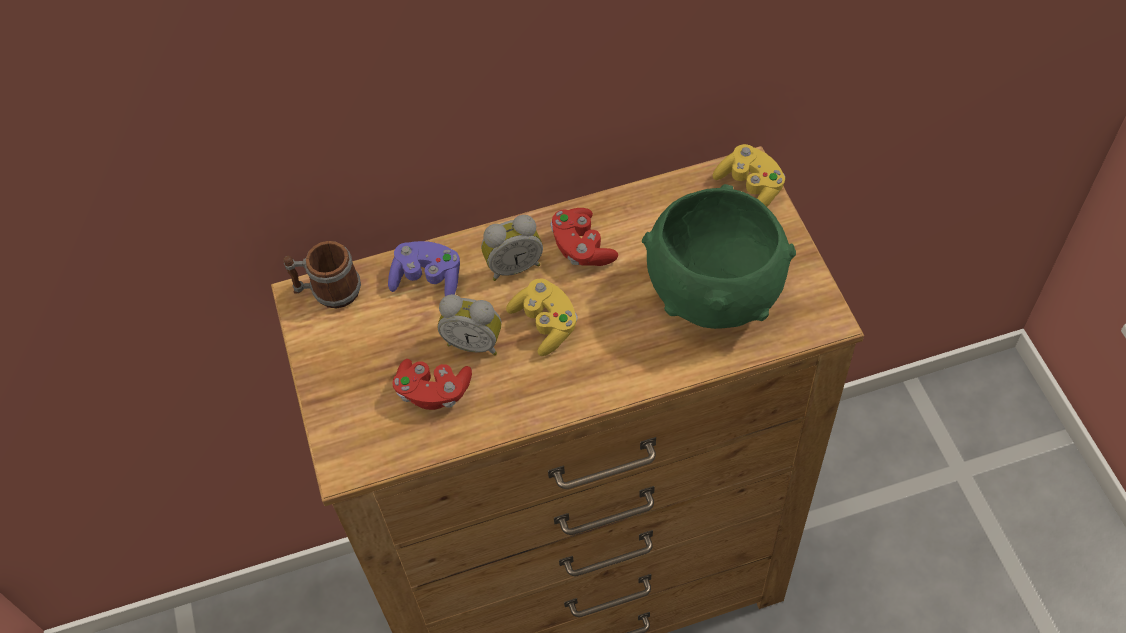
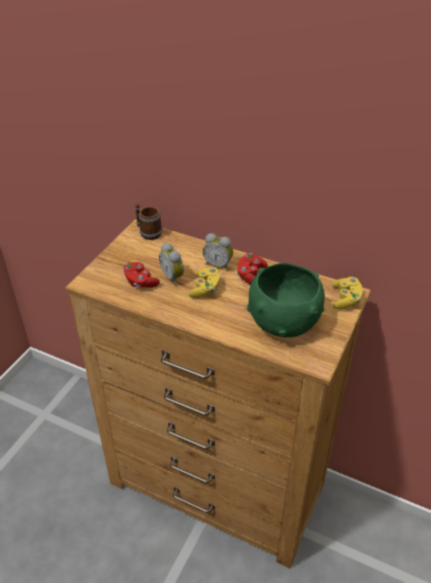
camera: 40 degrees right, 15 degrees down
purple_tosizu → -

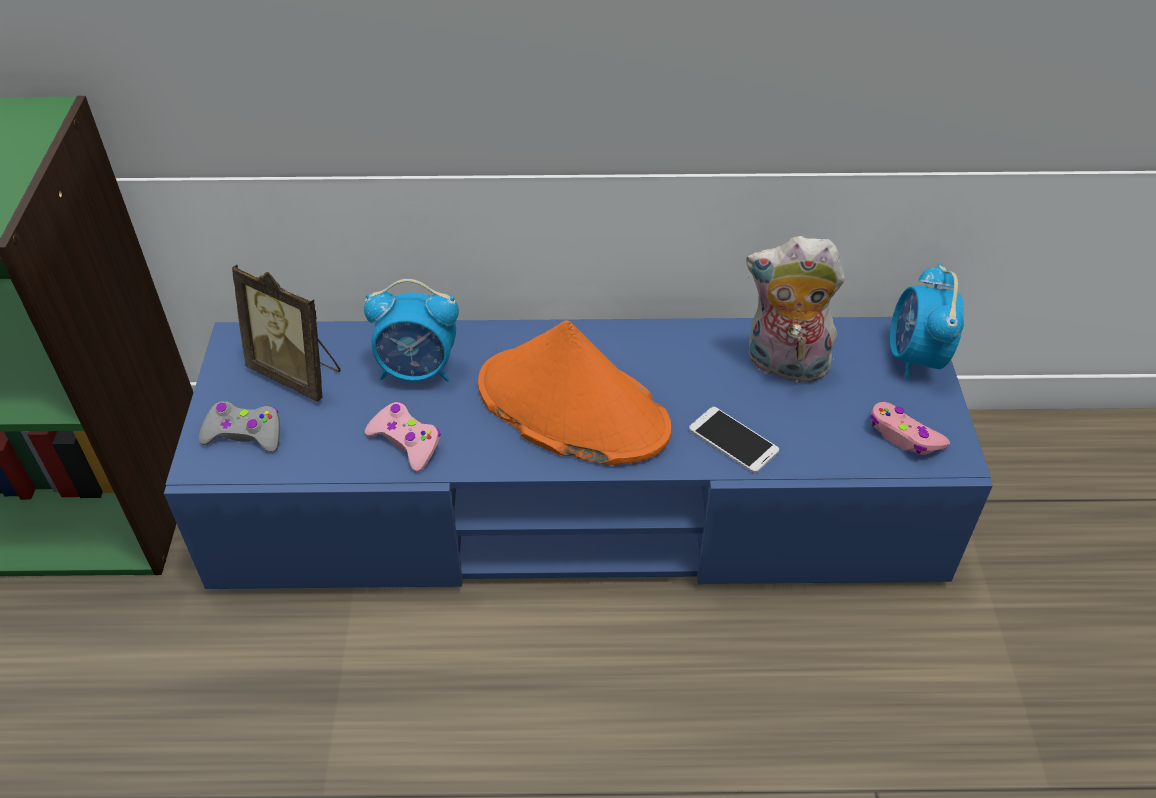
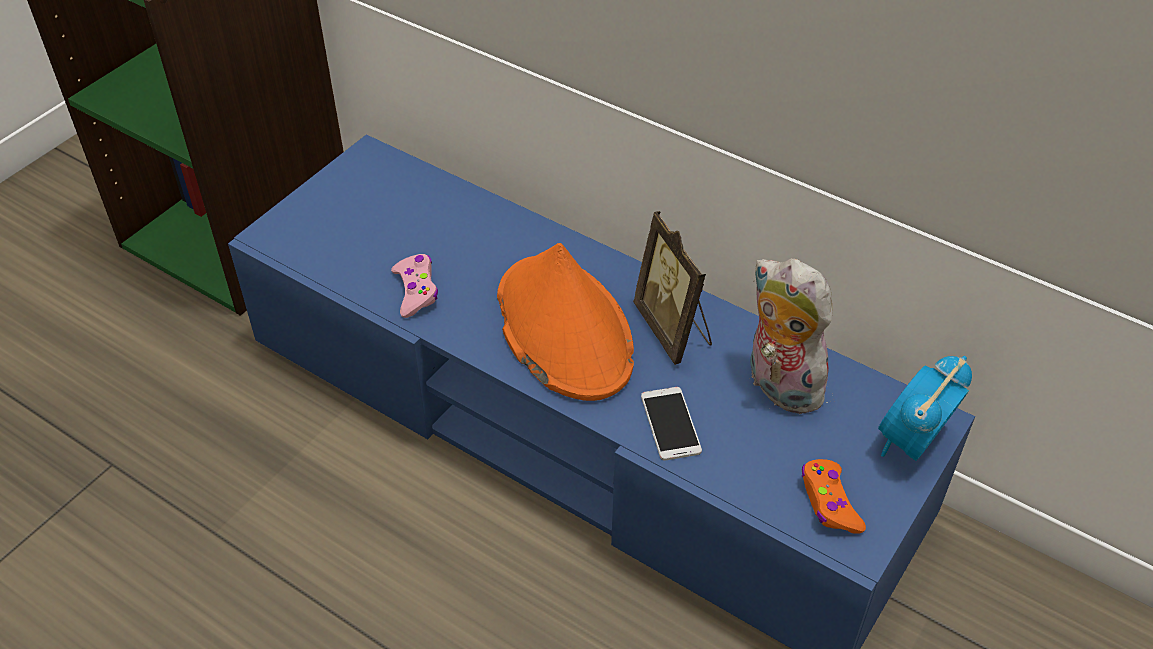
camera: 35 degrees right, 0 degrees up
grey_tosizu → -
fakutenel (no. 1 from left) → -
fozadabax, relocated
pink_tosizu (no. 2 from left) → orange_tosizu

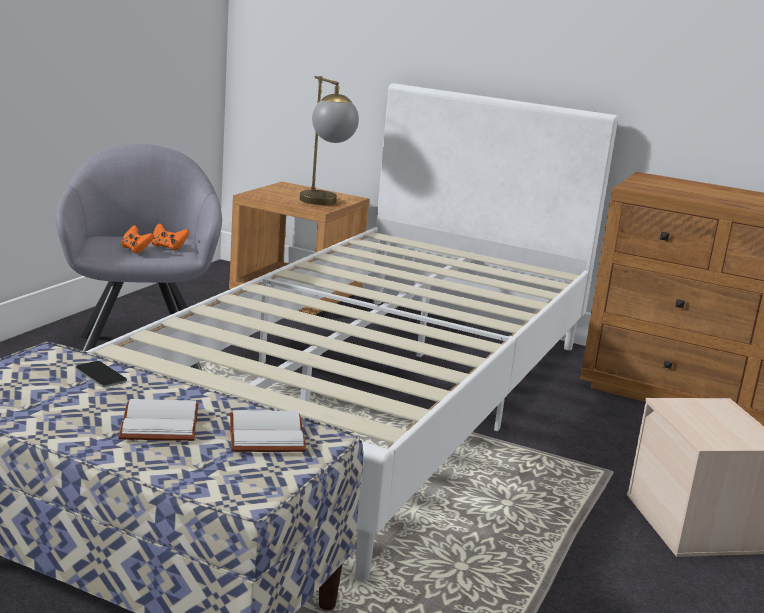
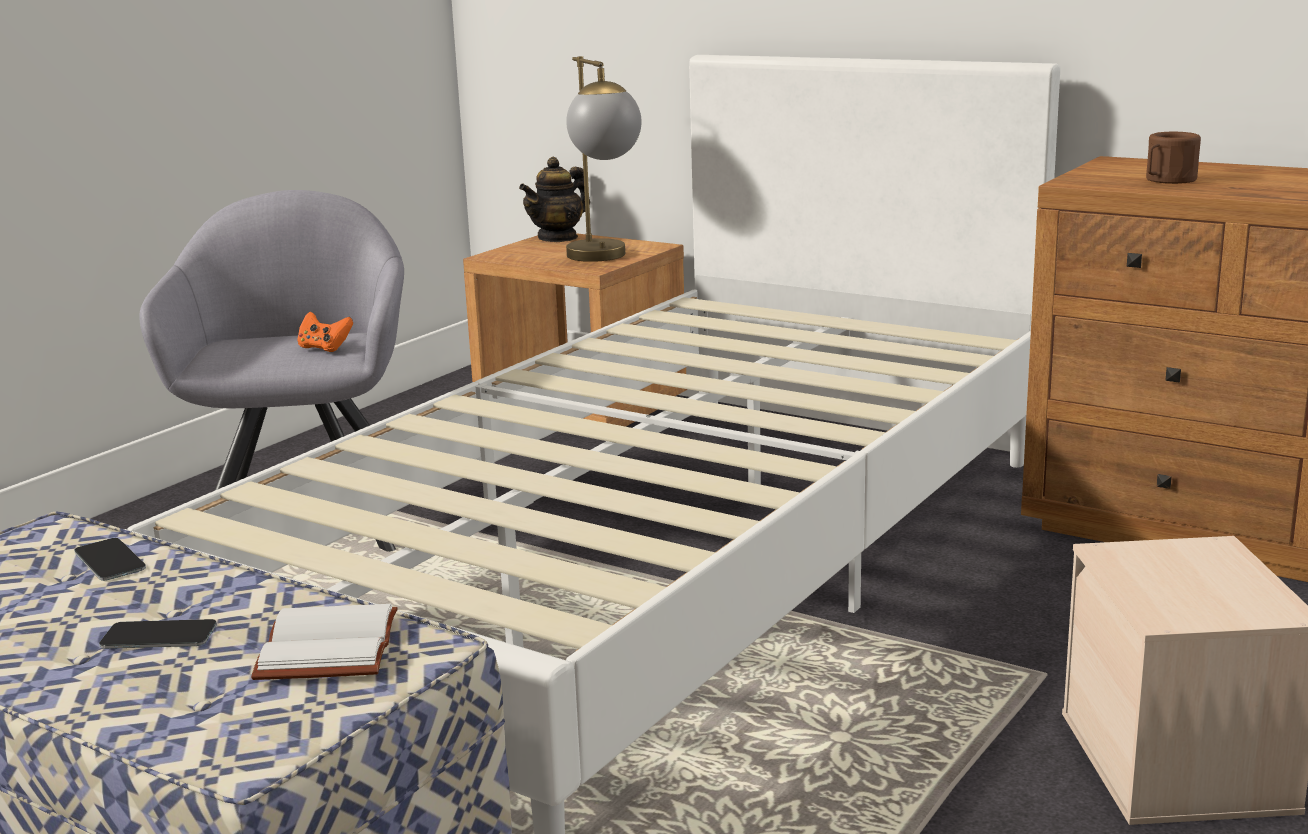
camera: 10 degrees right, 0 degrees up
orange_tosizu (no. 1 from left) → -
- → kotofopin
- → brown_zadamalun
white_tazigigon (no. 1 from left) → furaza (no. 2 from left)

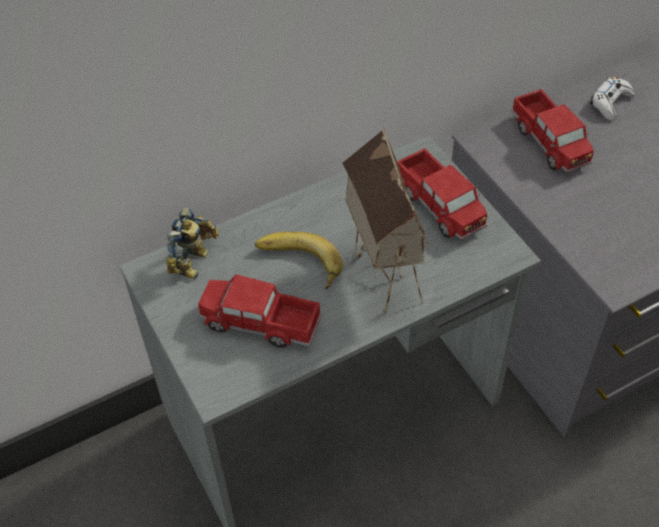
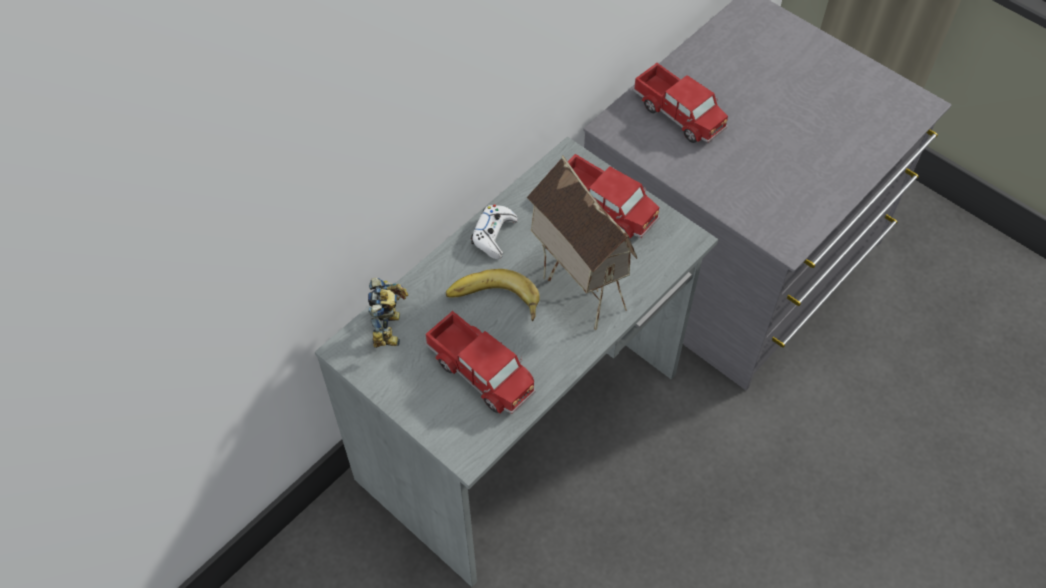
camera: 20 degrees left, 5 degrees up
white_tosizu, relocated
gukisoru (no. 1 from left), 135 degrees counterclockwise

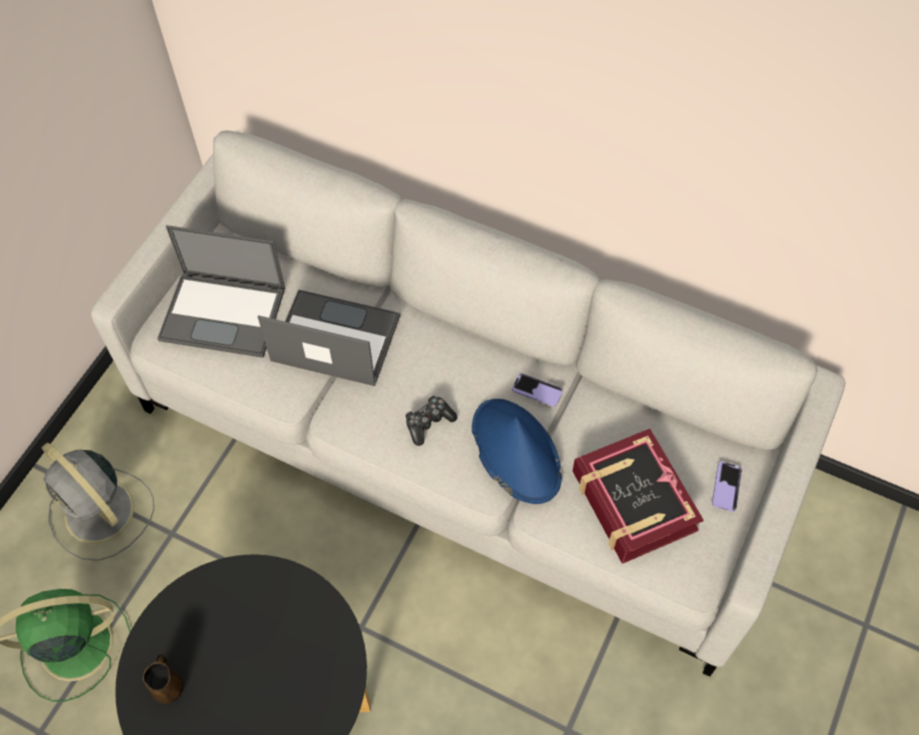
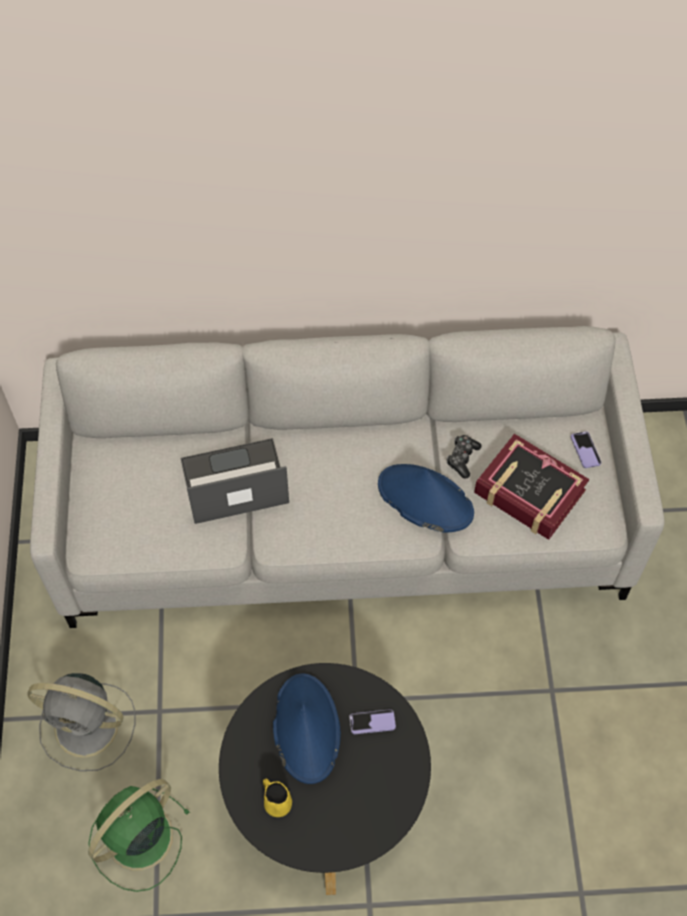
camera: 30 degrees left, 0 degrees up
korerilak (no. 1 from left) → -
- → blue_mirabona (no. 1 from left)
tosizu, relocated
furaza (no. 1 from left), relocated
brown_zadamalun → yellow_zadamalun

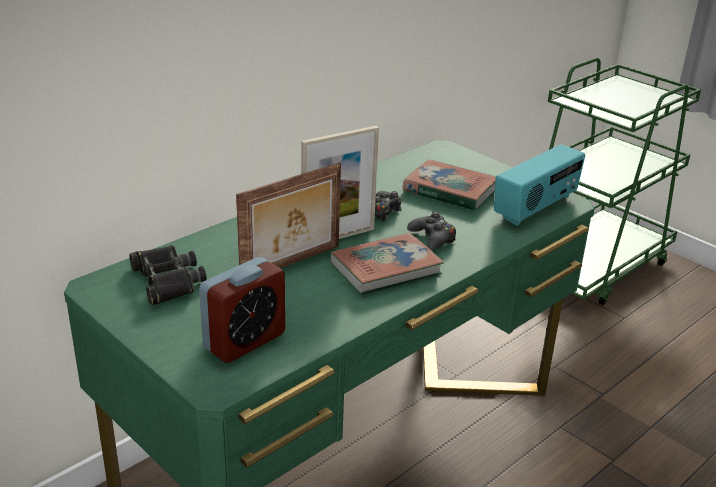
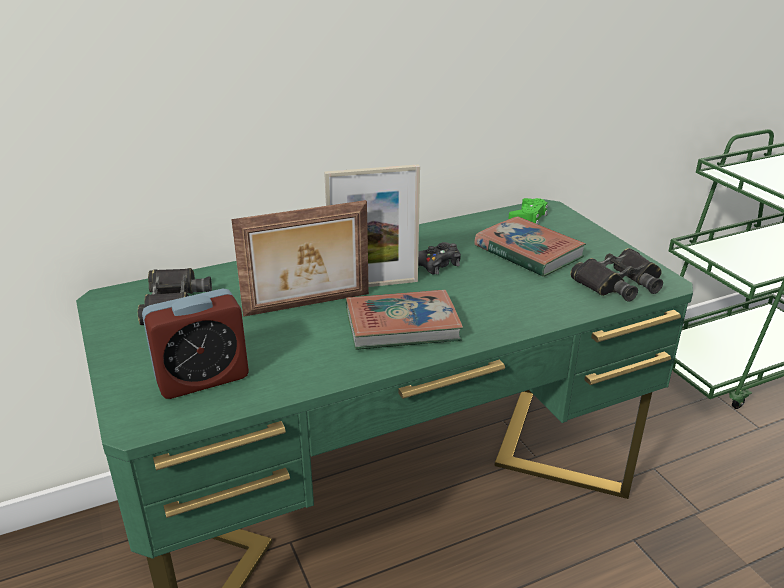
camera: 20 degrees right, 0 degrees up
black_tosizu (no. 2 from left) → -
- → green_tosizu
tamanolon → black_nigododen (no. 2 from left)

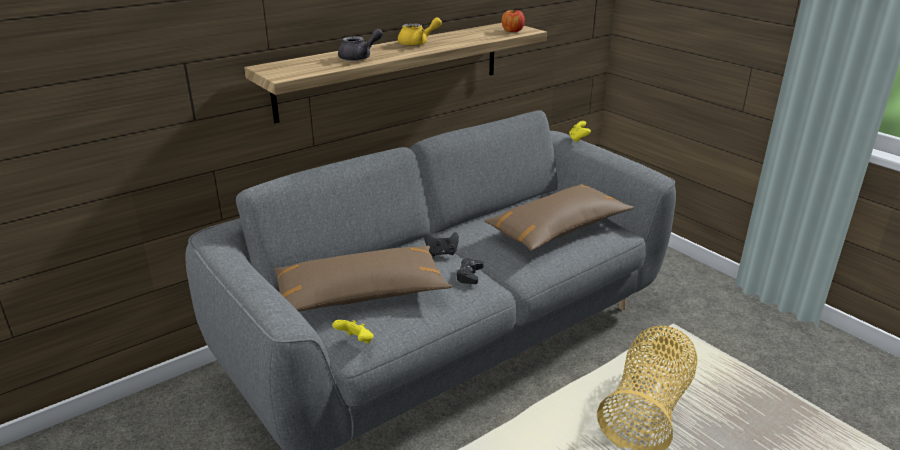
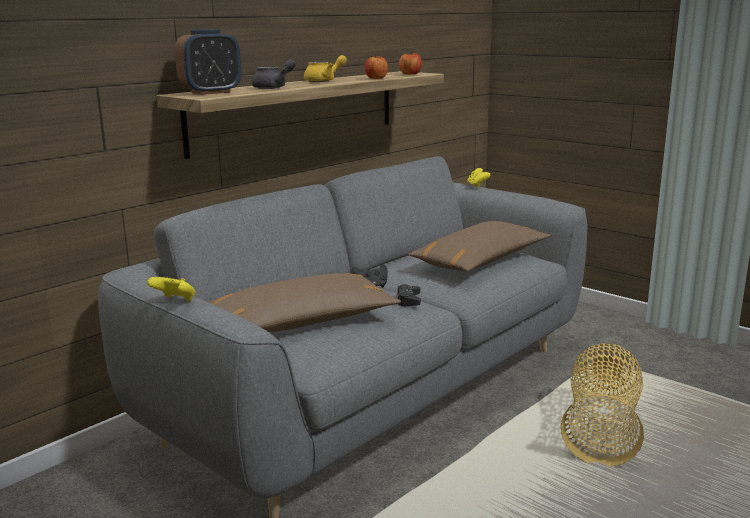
camera: 10 degrees left, 10 degrees down
- → fakutenel
- → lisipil (no. 1 from left)
yellow_tosizu (no. 1 from left), relocated

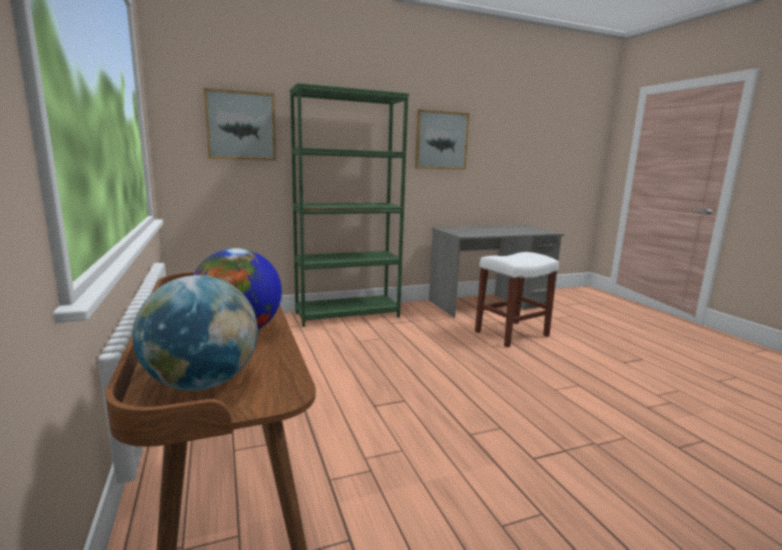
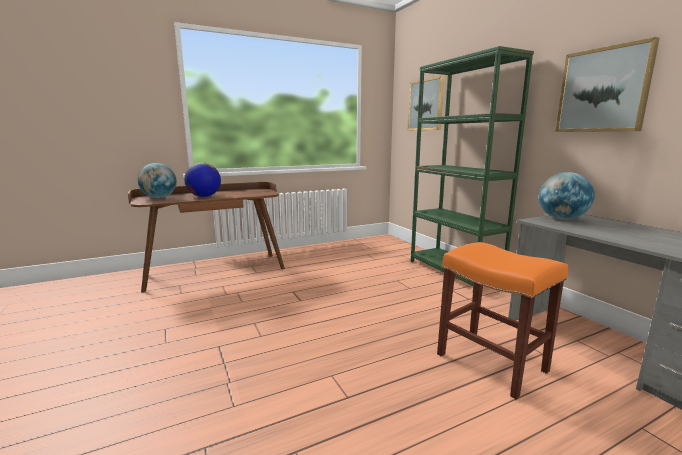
camera: 85 degrees right, 0 degrees up
- → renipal (no. 3 from left)
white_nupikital → orange_nupikital

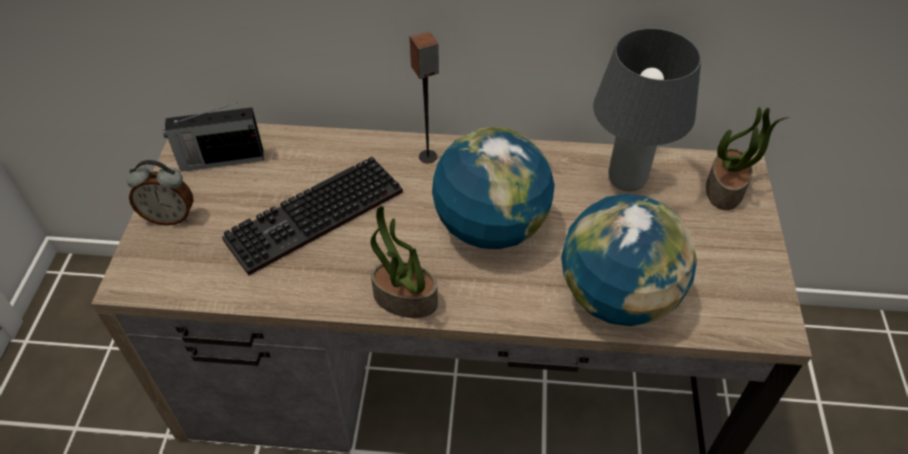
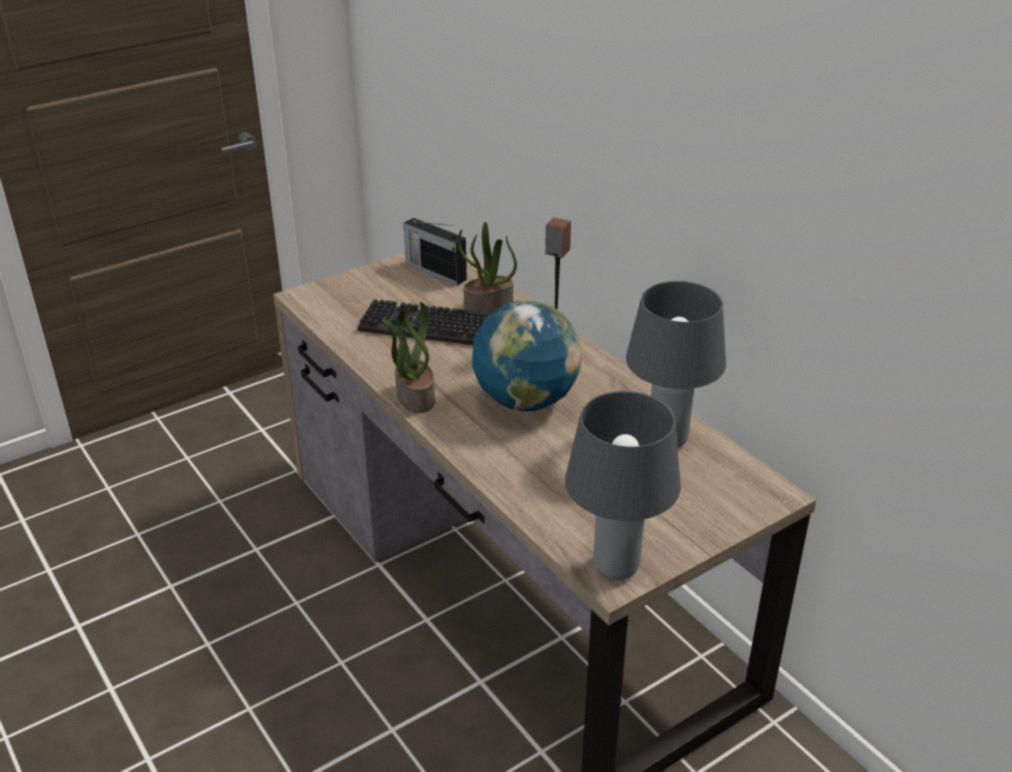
camera: 50 degrees right, 15 degrees down
fakutenel → -
renipal (no. 2 from left) → -
- → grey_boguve (no. 1 from left)
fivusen (no. 2 from left), relocated

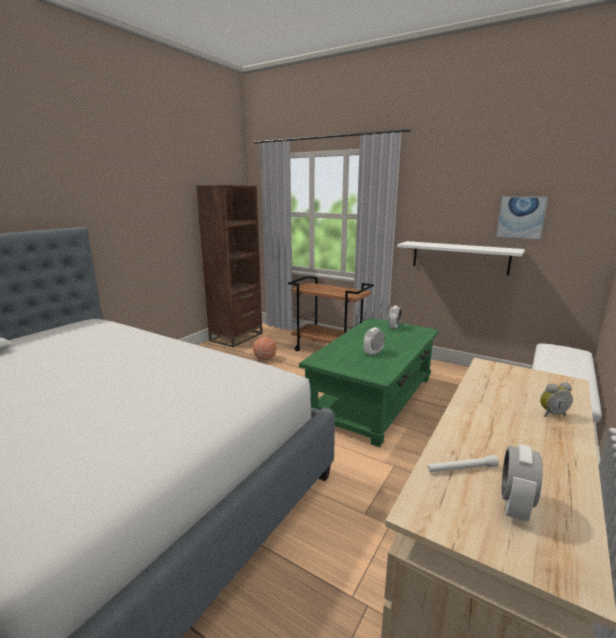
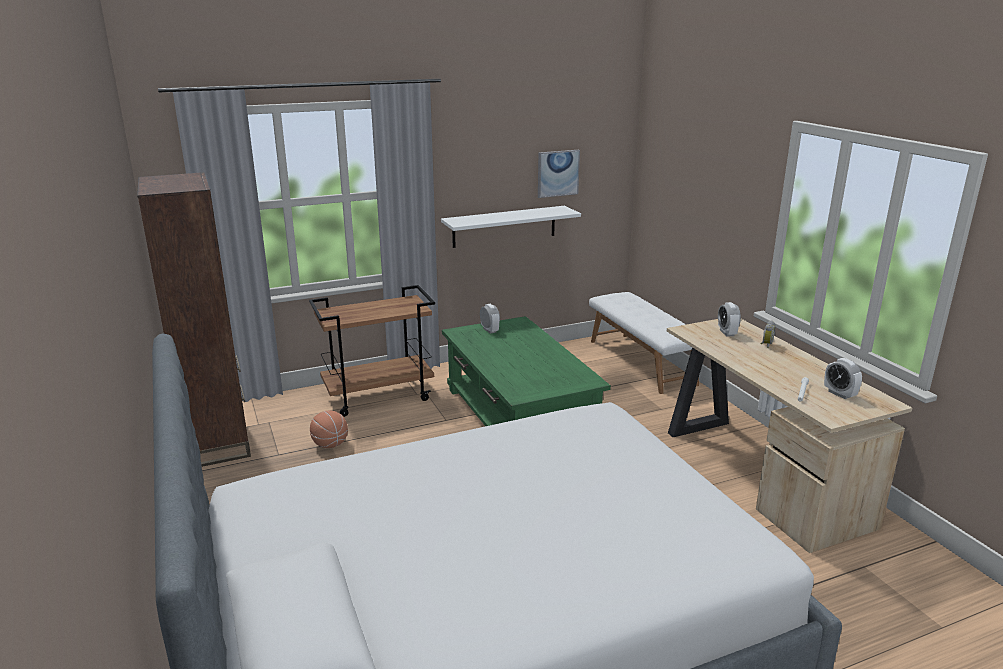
camera: 55 degrees left, 5 degrees up
fakutenel (no. 1 from left in the first image) → fakutenel (no. 2 from left), relocated

